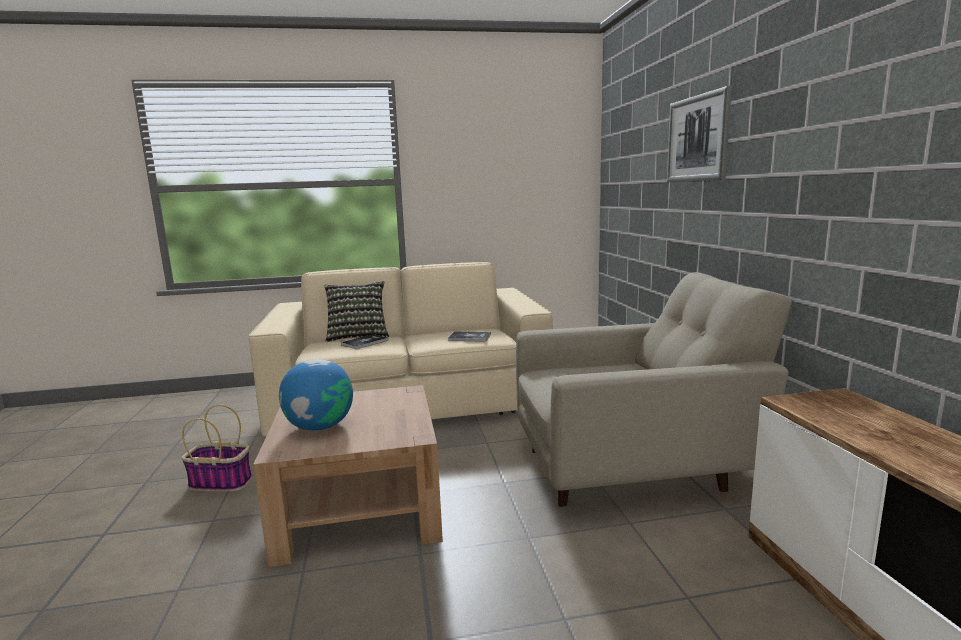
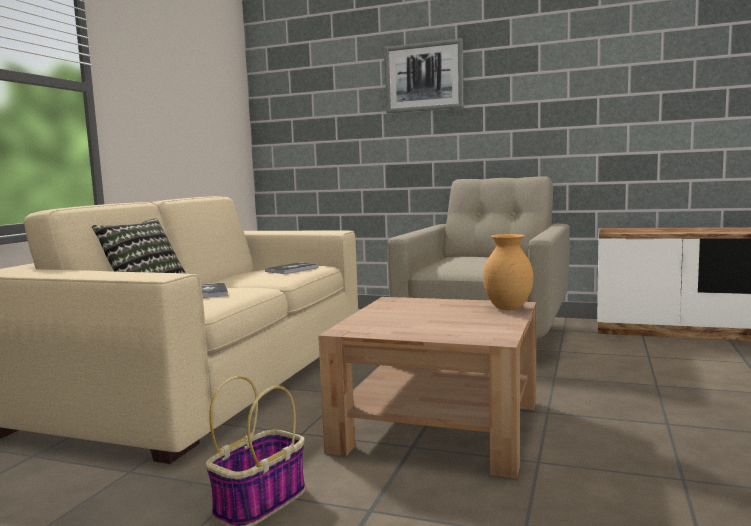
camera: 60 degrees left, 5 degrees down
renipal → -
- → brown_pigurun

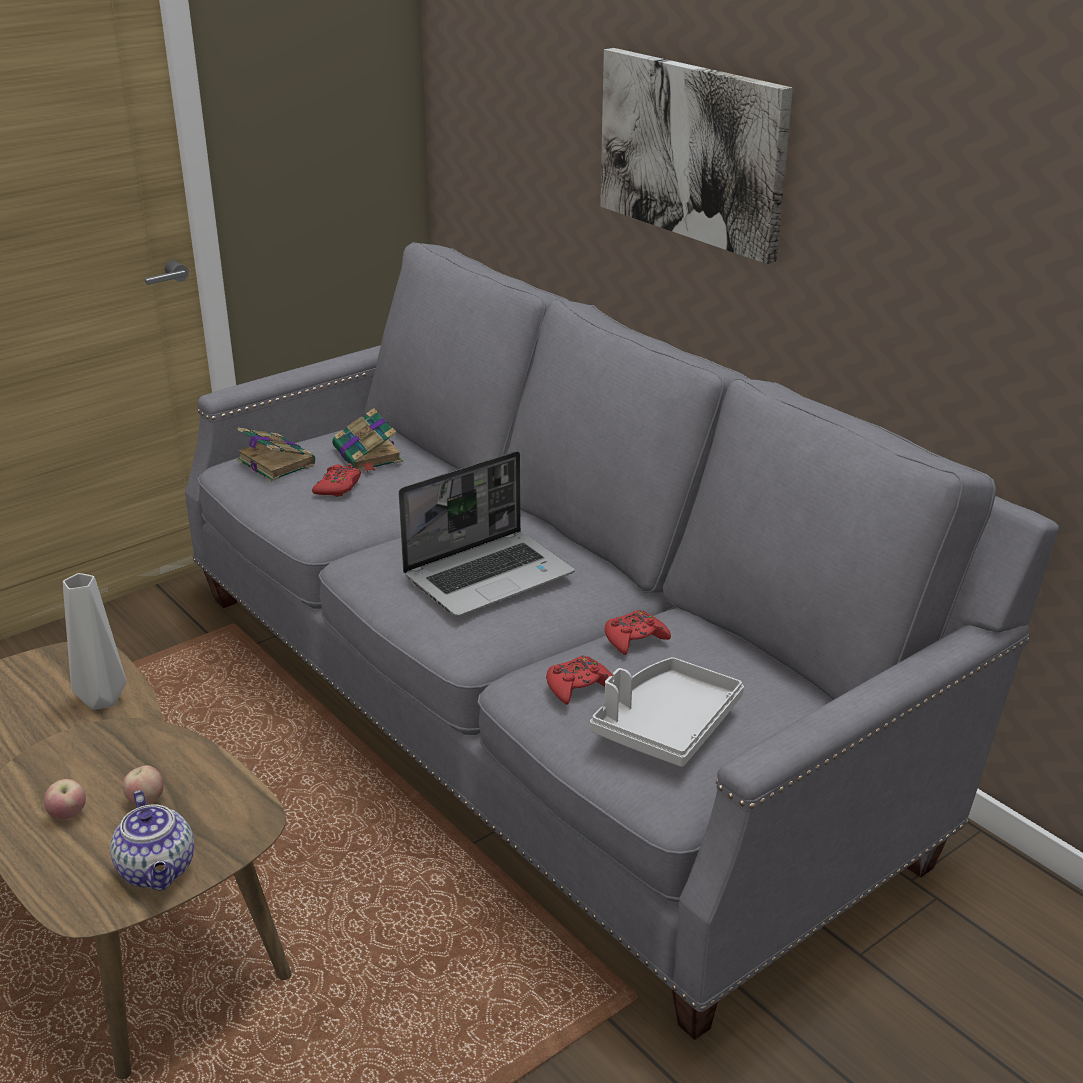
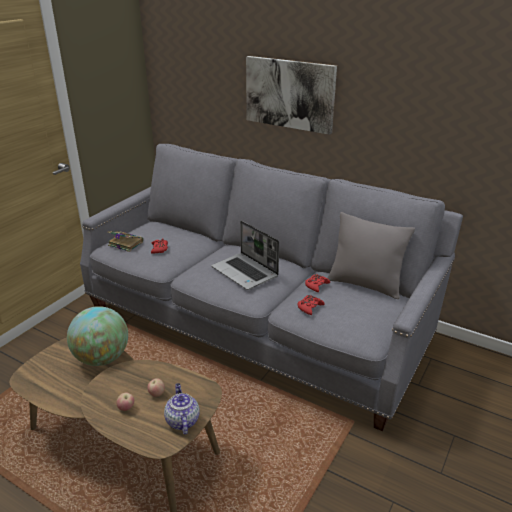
camera: 20 degrees left, 0 degrees up
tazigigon (no. 2 from left) → -
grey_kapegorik → -
- → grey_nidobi
grey_pigurun → renipal
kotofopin, 150 degrees counterclockwise
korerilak, 105 degrees clockwise

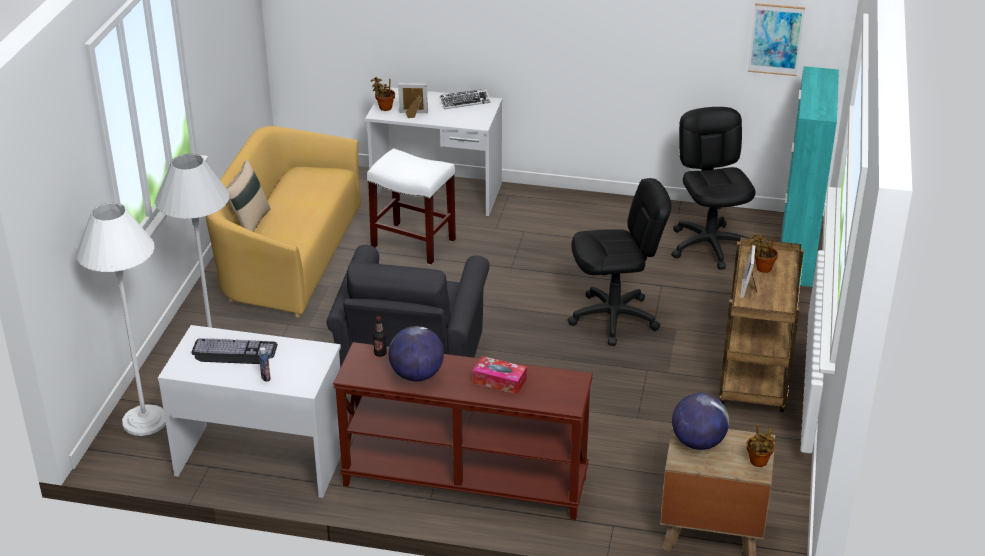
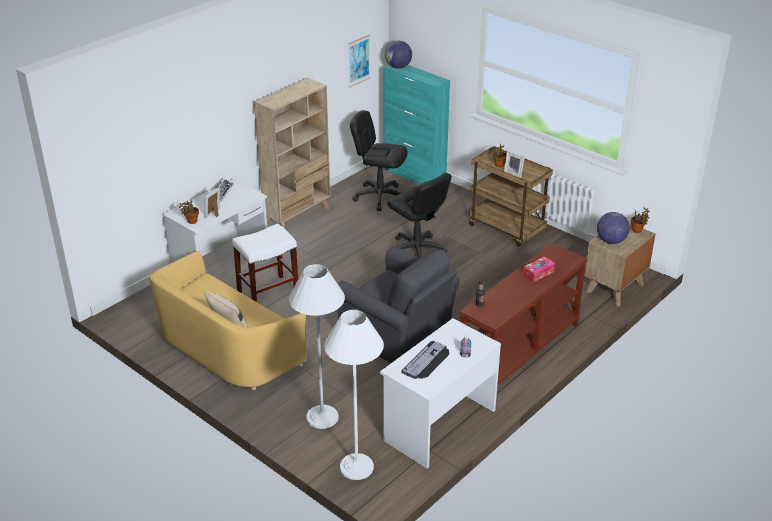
camera: 60 degrees left, 0 degrees up
- → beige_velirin
renipal (no. 1 from left), relocated
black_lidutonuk (no. 1 from left in the first image) → black_lidutonuk (no. 2 from left), 120 degrees clockwise

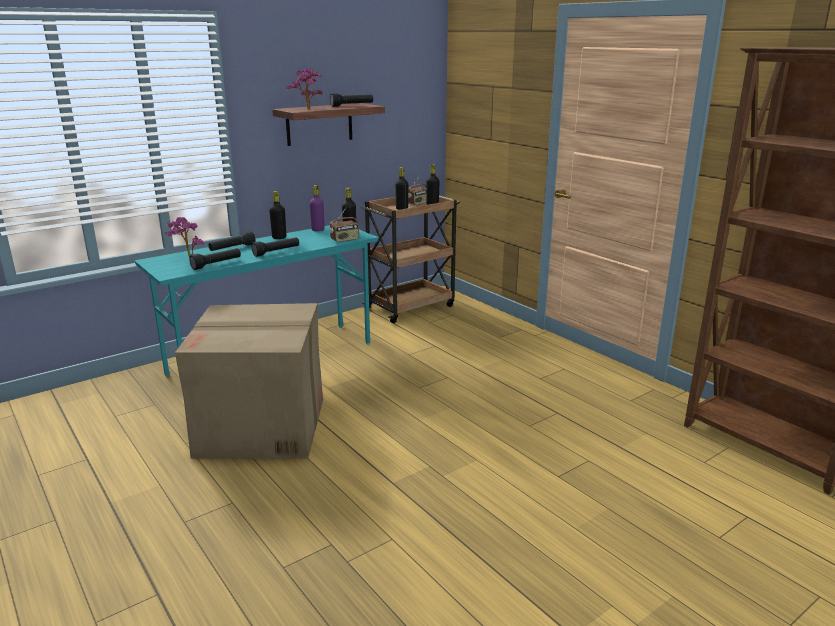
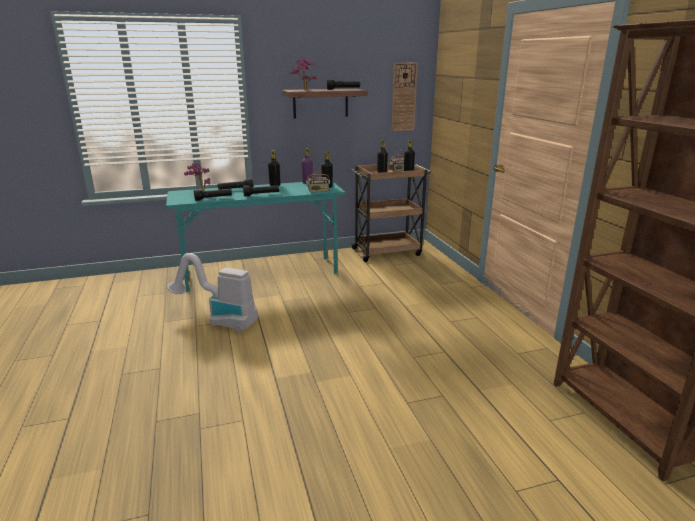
camera: 20 degrees right, 0 degrees up
- → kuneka
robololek → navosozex

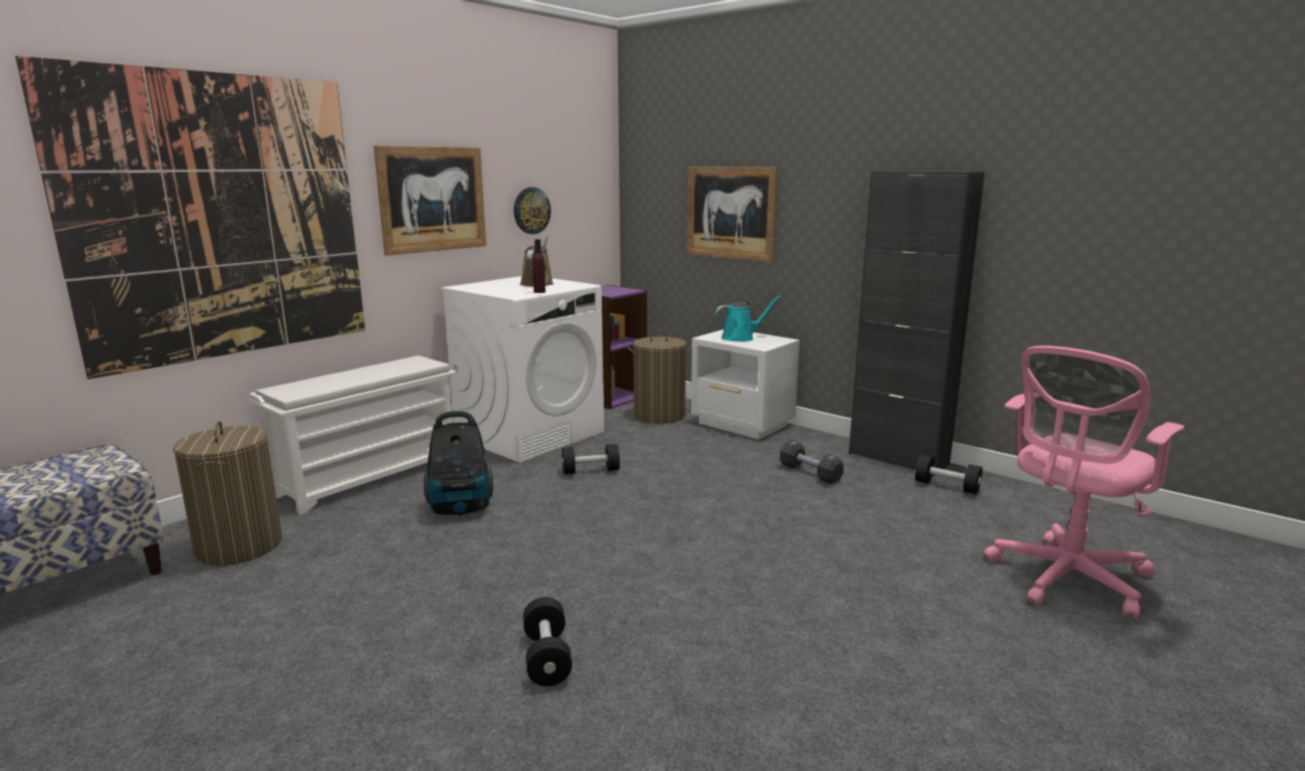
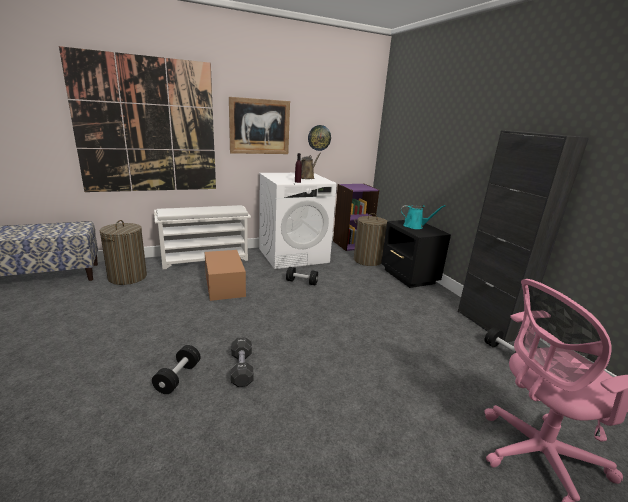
camera: 25 degrees right, 5 degrees up
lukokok (no. 3 from left) → -
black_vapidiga (no. 3 from left in the first image) → black_vapidiga (no. 2 from left), relocated
navosozex → robololek
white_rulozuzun → black_rulozuzun

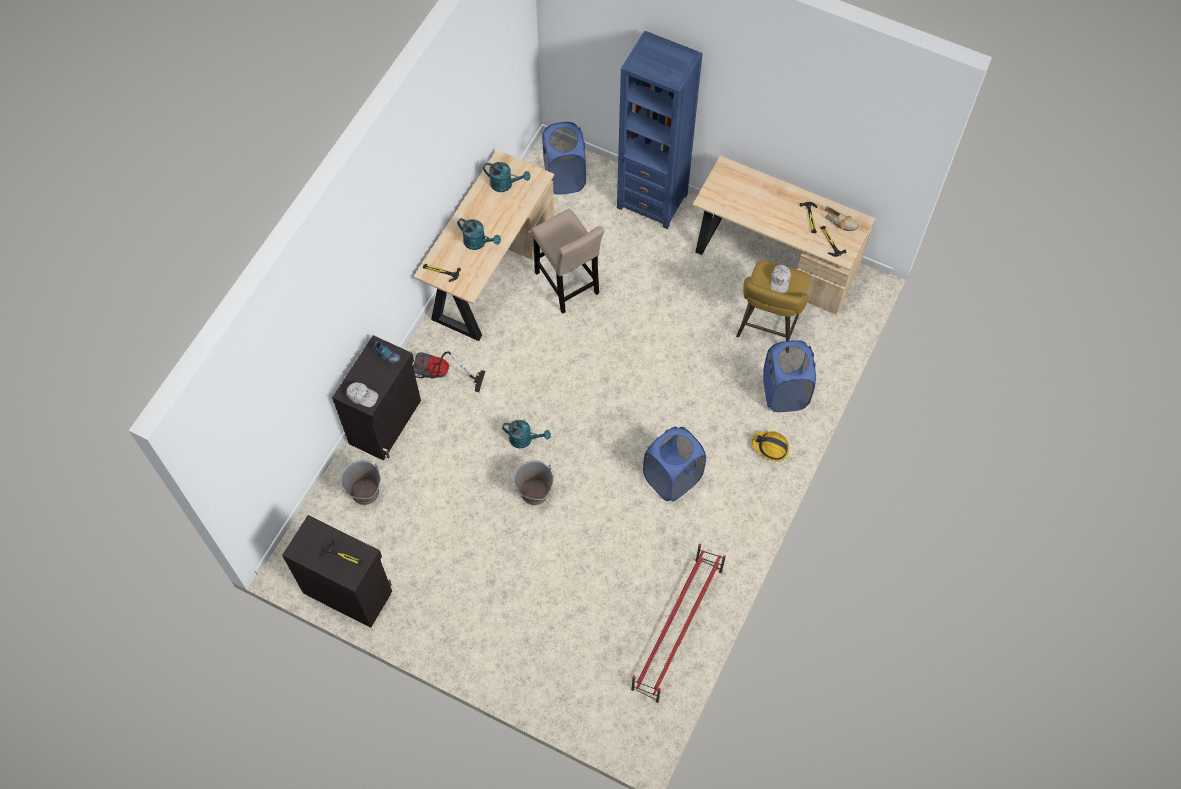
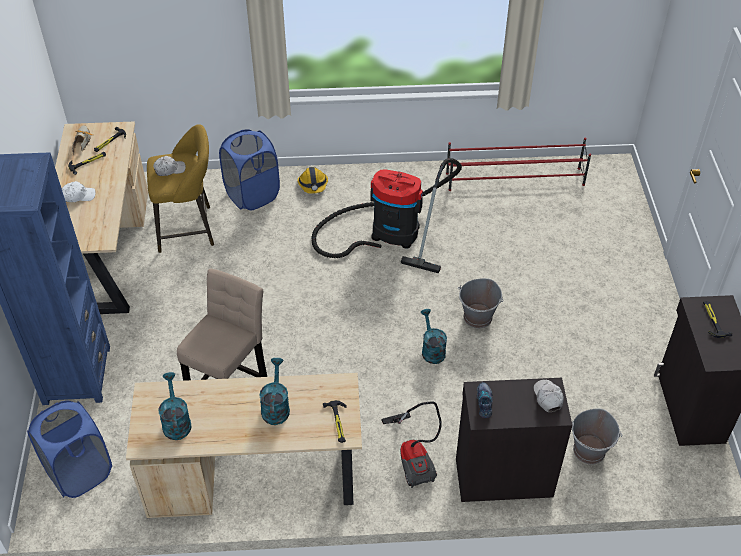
camera: 120 degrees left, 15 degrees down
- → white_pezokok (no. 1 from left)
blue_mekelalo (no. 2 from left) → navosozex (no. 1 from left)

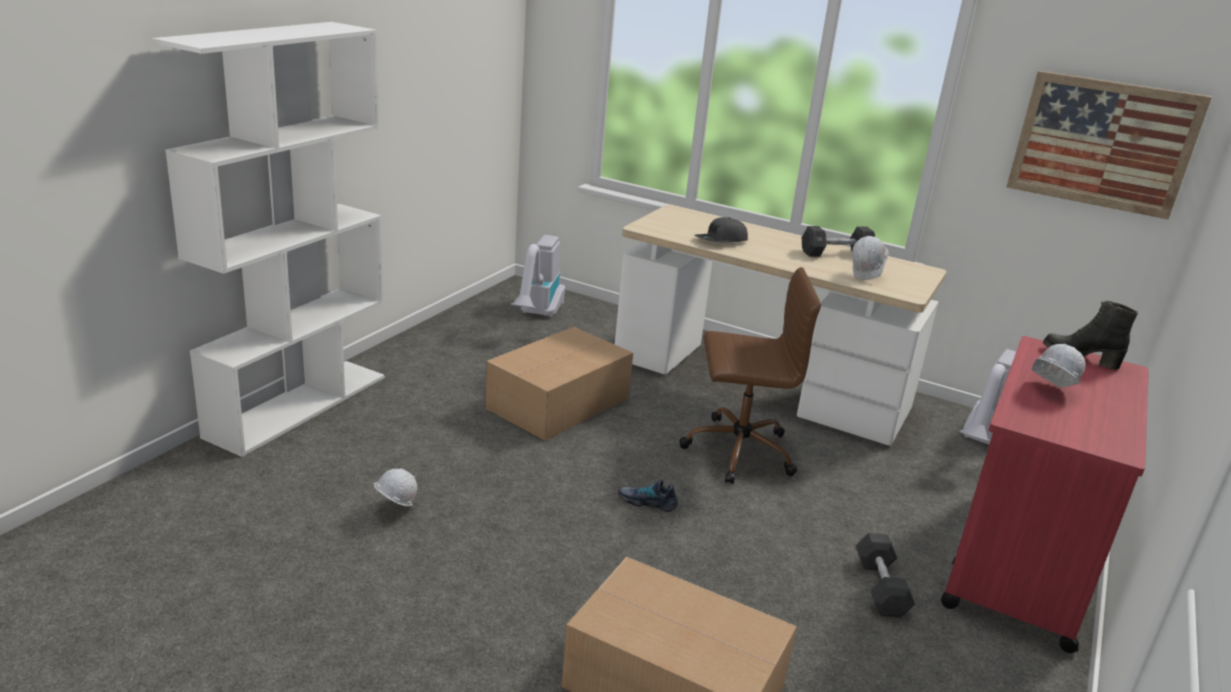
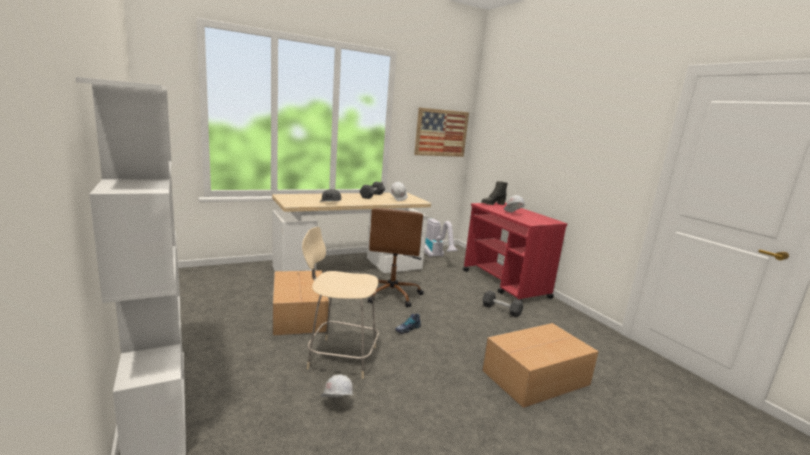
camera: 55 degrees left, 10 degrees down
navosozex (no. 1 from left) → -
- → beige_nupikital
brown_lidutonuk, 150 degrees clockwise

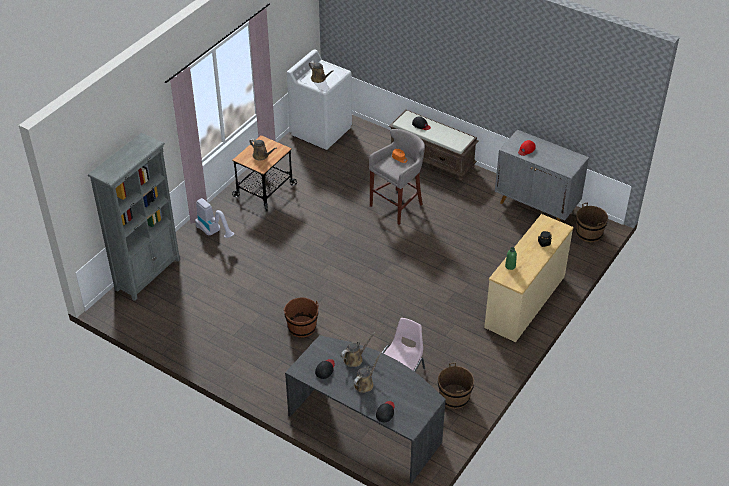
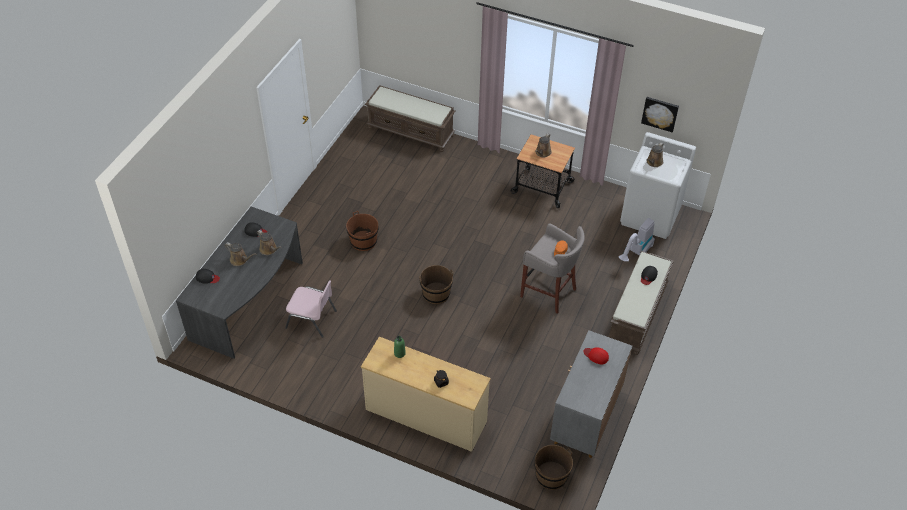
camera: 80 degrees right, 5 degrees up
- → lukokok
navosozex, relocated
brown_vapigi (no. 2 from left), relocated
grey_velirin → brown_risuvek (no. 1 from left)

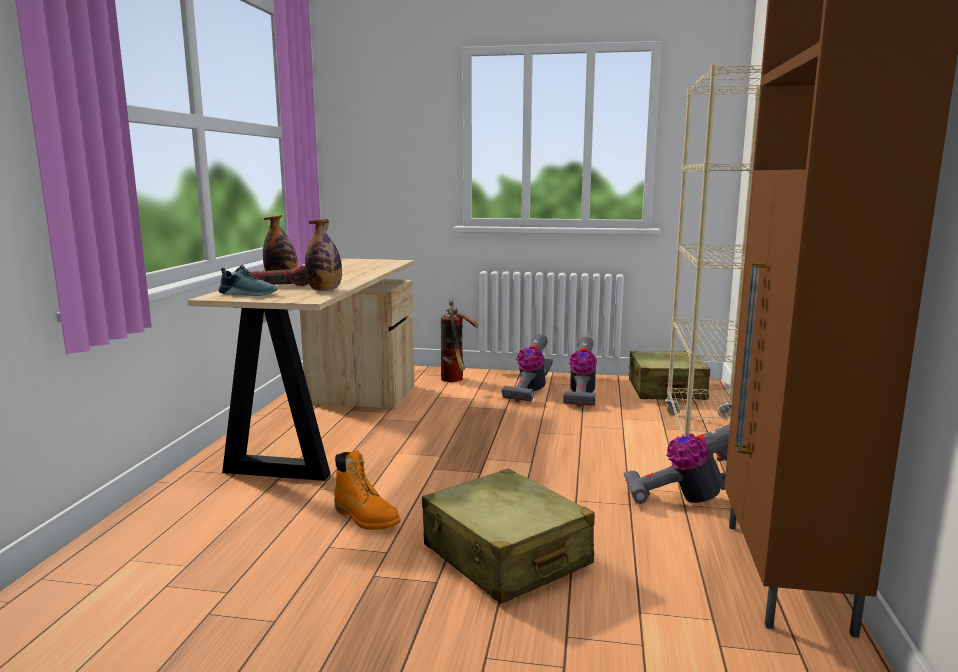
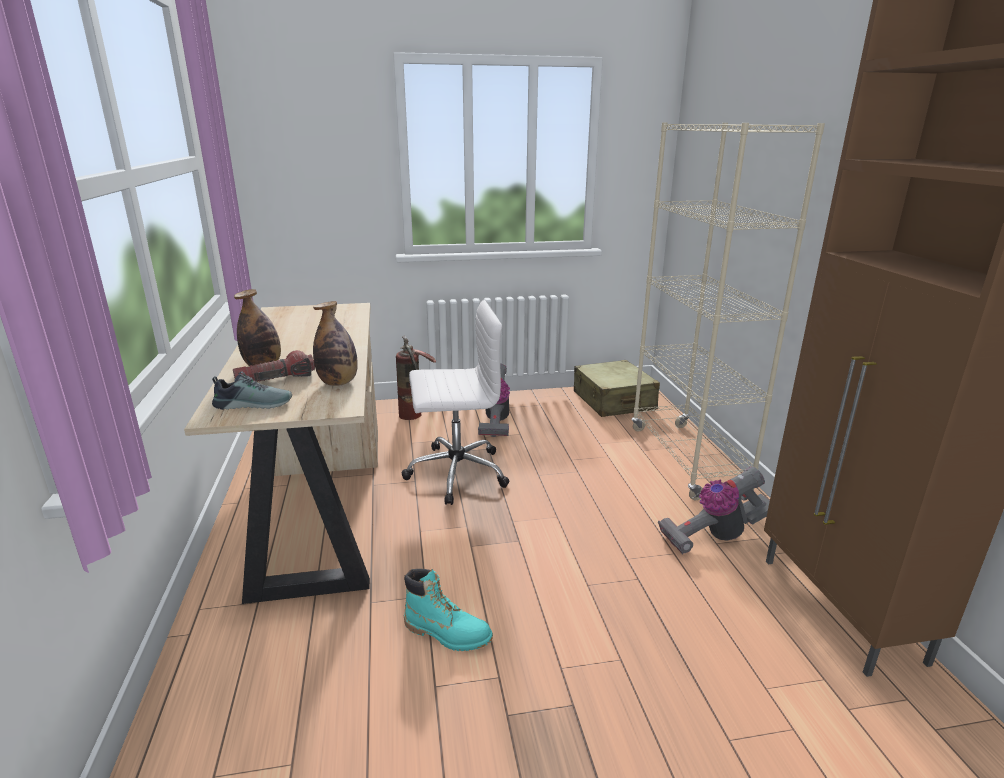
camera: 20 degrees left, 10 degrees up
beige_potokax (no. 1 from left) → -
navosozex (no. 2 from left) → -
- → white_lidutonuk
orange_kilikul → turquoise_kilikul

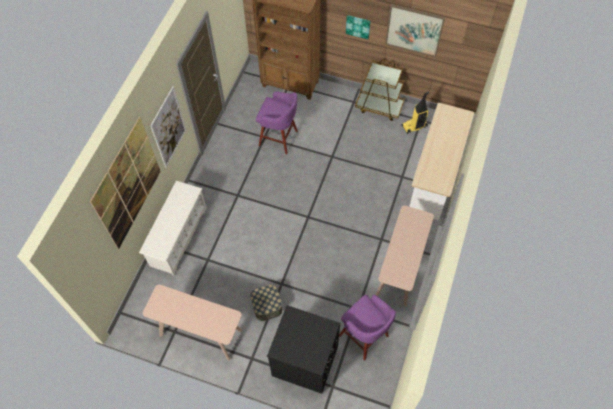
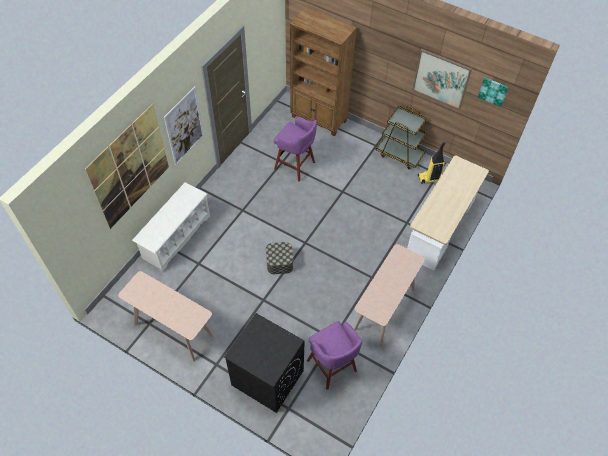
camera: 10 degrees right, 5 degrees down
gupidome, relocated
lukokok (no. 3 from left in the first image) → lukokok (no. 4 from left), relocated

